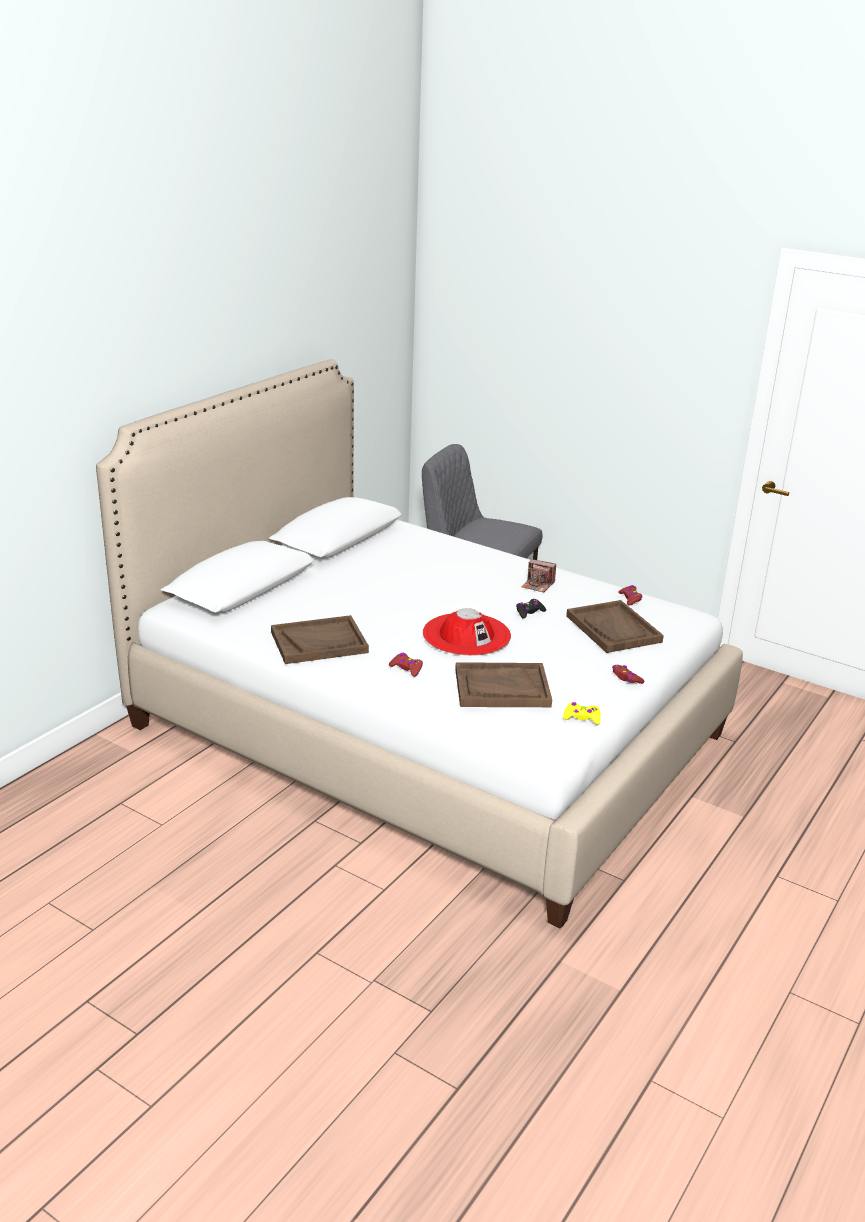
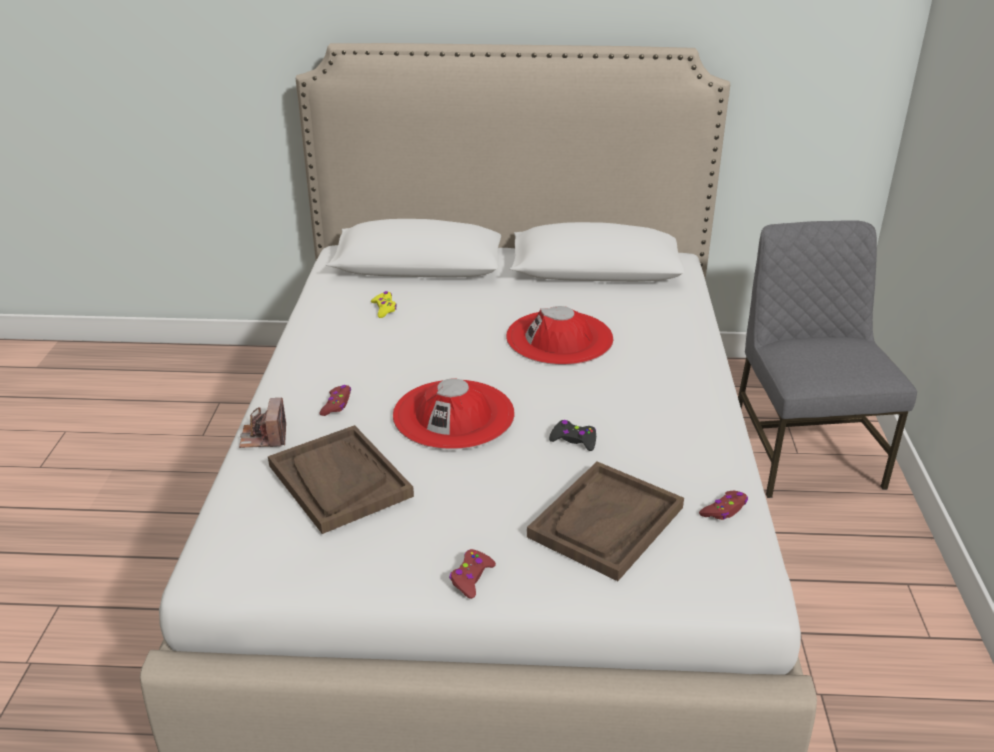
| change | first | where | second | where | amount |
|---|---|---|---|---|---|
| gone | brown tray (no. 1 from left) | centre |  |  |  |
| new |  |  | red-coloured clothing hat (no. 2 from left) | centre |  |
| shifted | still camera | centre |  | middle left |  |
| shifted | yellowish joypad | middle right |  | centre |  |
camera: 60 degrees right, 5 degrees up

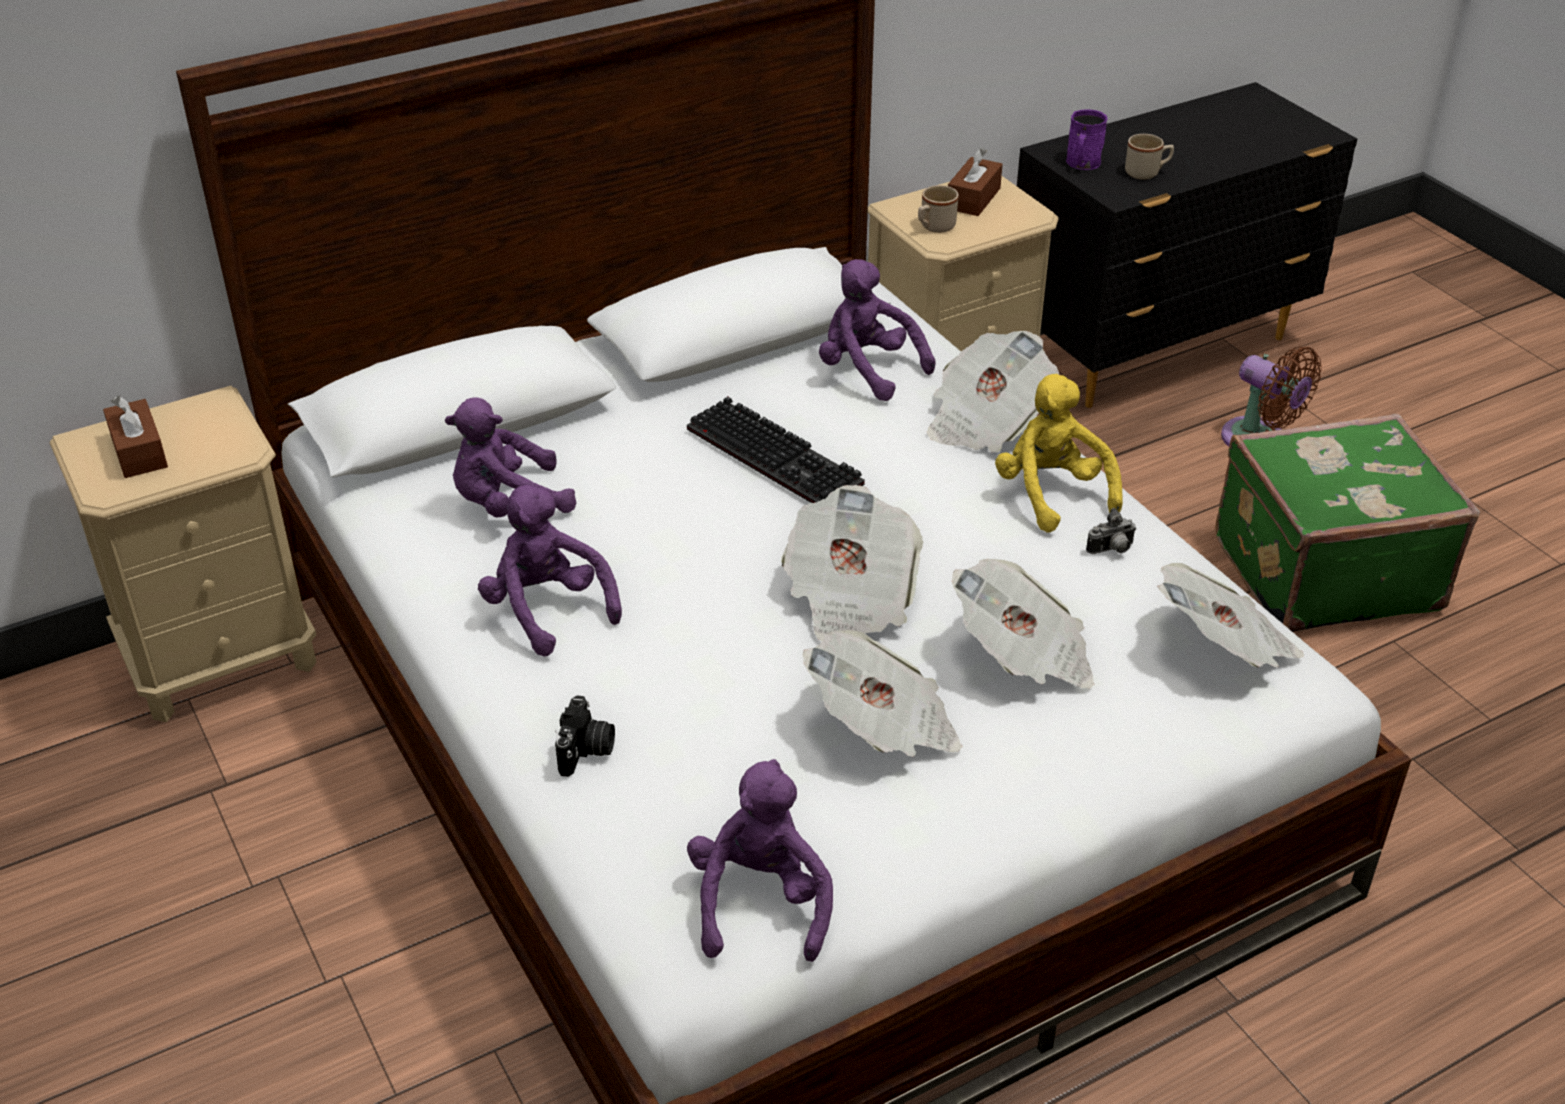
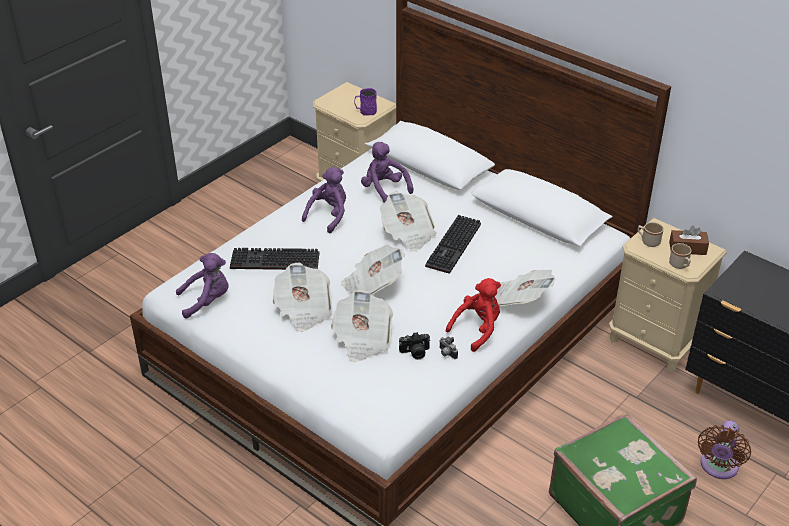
| change | first | where | second | where | amount |
|---|---|---|---|---|---|
| gone | brown tissue holder (no. 1 from left) | middle left |  |  |  |
| gone | purple cuddly toy (no. 4 from left) | top centre |  |  |  |
| new |  |  | computer keyboard (no. 1 from left) | centre |  |
| shifted | still camera (no. 1 from left) | bottom centre |  | centre |  |
| shifted | purple tea mug | top right |  | top centre |  |
| shifted | beige tea mug (no. 2 from left) | top right |  | middle right |  |
| shifted | printed paper (no. 5 from left in the first image) | middle right | printed paper (no. 4 from left) | centre |  |
| repainted | yellowish cuddly toy | middle right | red-coloured cuddly toy | centre |  |
camera: 70 degrees right, 0 degrees up

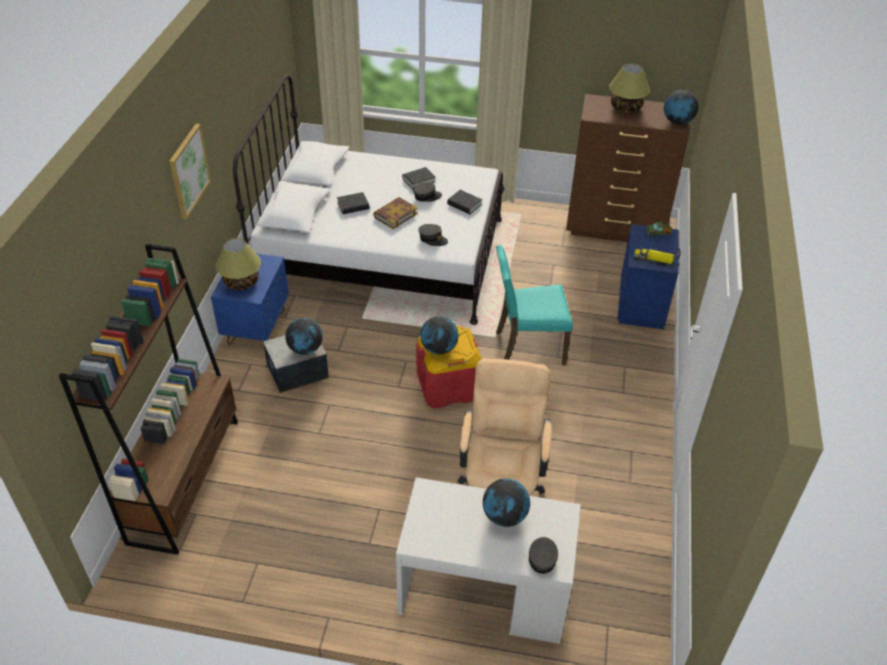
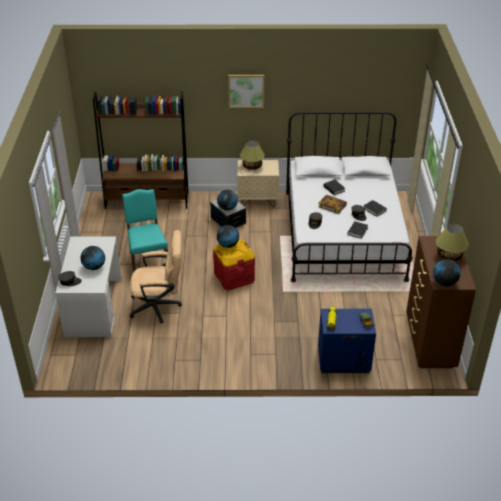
| change | first | where | second | where | amount |
|---|---|---|---|---|---|
| shifted | turquoise upright chair | centre |  | middle left |  |
| repainted | bluish bedside table (no. 1 from left) | middle left | beige bedside table | centre |  |
camera: 80 degrees right, 5 degrees down

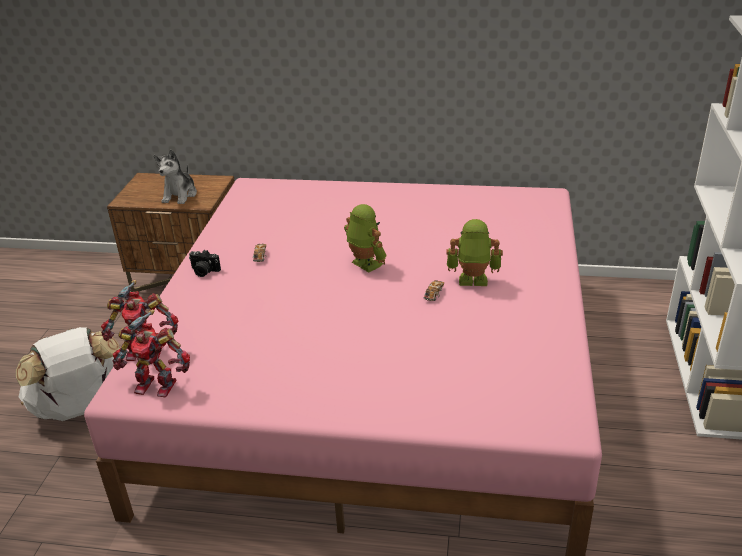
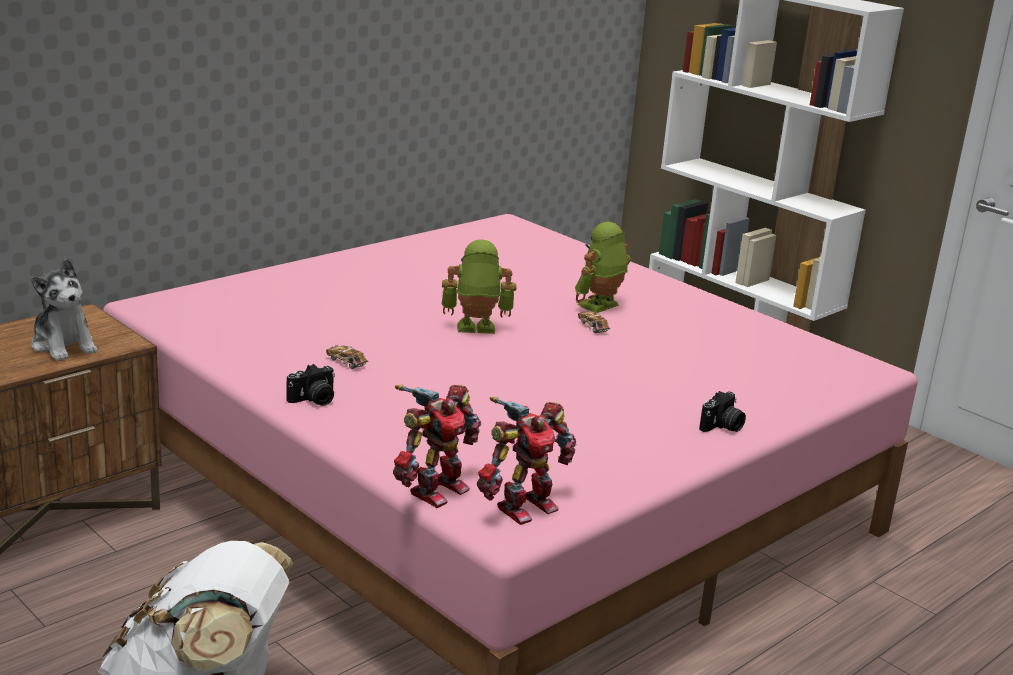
| change | first | where | second | where | amount |
|---|---|---|---|---|---|
| new |  |  | still camera (no. 2 from left) | middle right |  |
camera: 55 degrees left, 10 degrees down

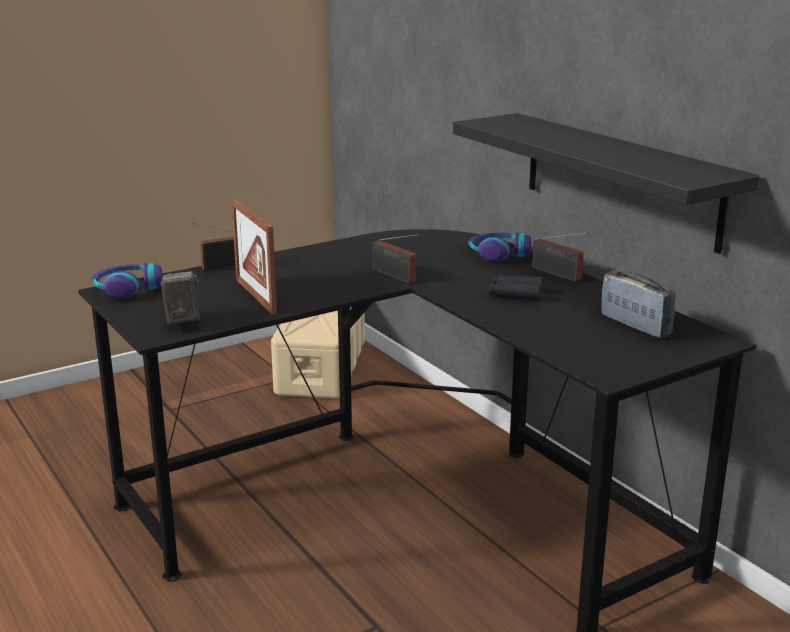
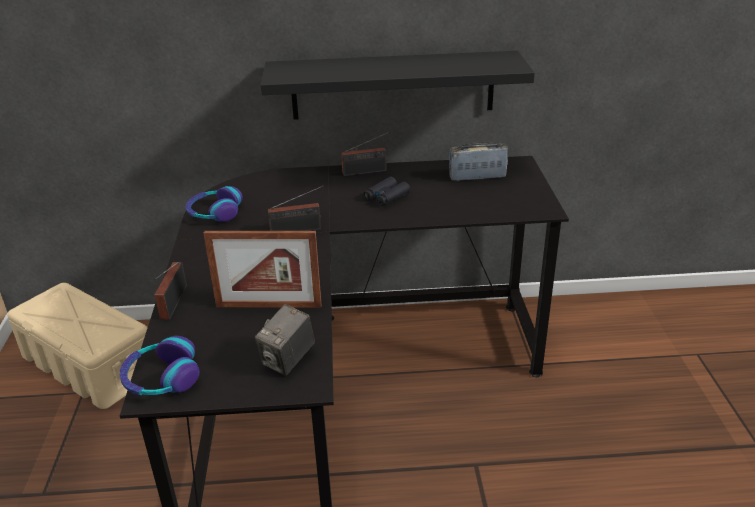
| change | first | where | second | where | amount |
|---|---|---|---|---|---|
| shifted | headset (no. 2 from left) | centre |  | middle left |  |
| rotated | still camera | middle left |  | bottom centre | 75 degrees counterclockwise |
camera: 60 degrees left, 10 degrees up

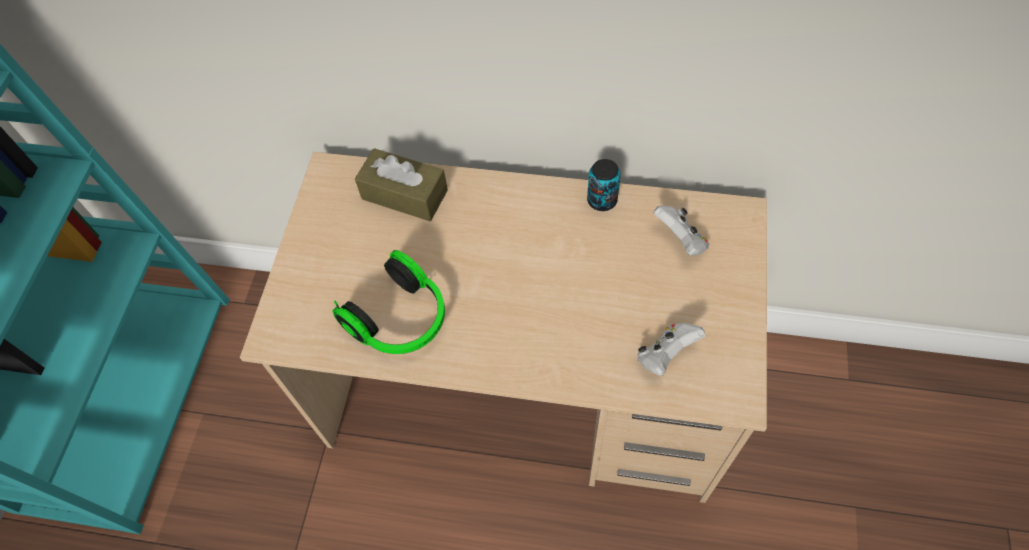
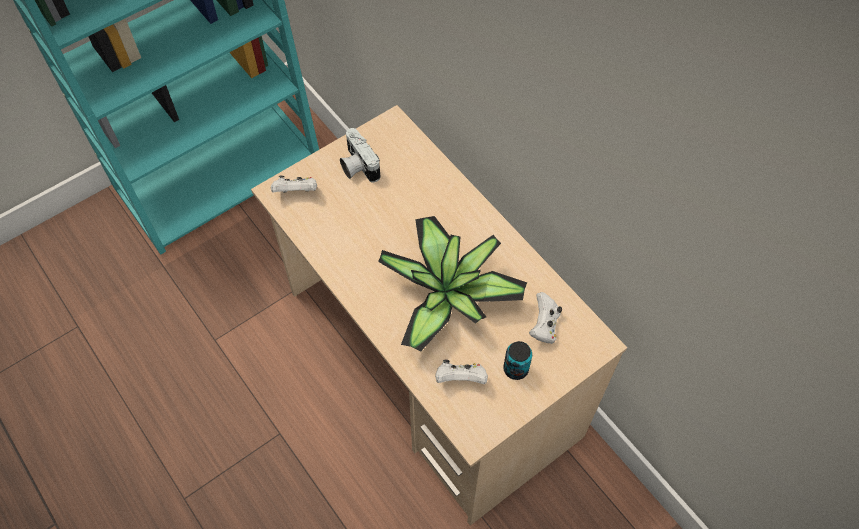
| change | first | where | second | where | amount |
|---|---|---|---|---|---|
| gone | headset | centre |  |  |  |
| gone | brown tissue holder | centre |  |  |  |
| new |  |  | white-coloured joypad (no. 1 from left) | centre |  |
| new |  |  | still camera | top centre |  |
| new |  |  | plant in a pot | centre |  |
| shifted | sealed can | centre |  | bottom centre |  |
camera: 40 degrees right, 0 degrees up

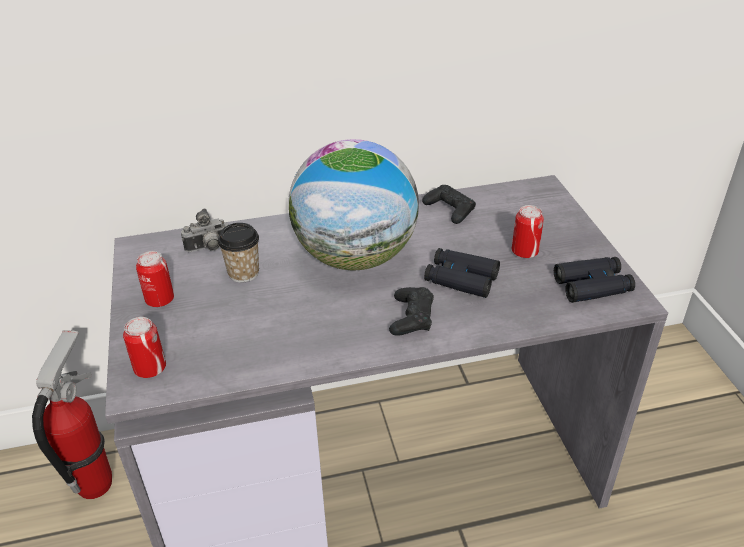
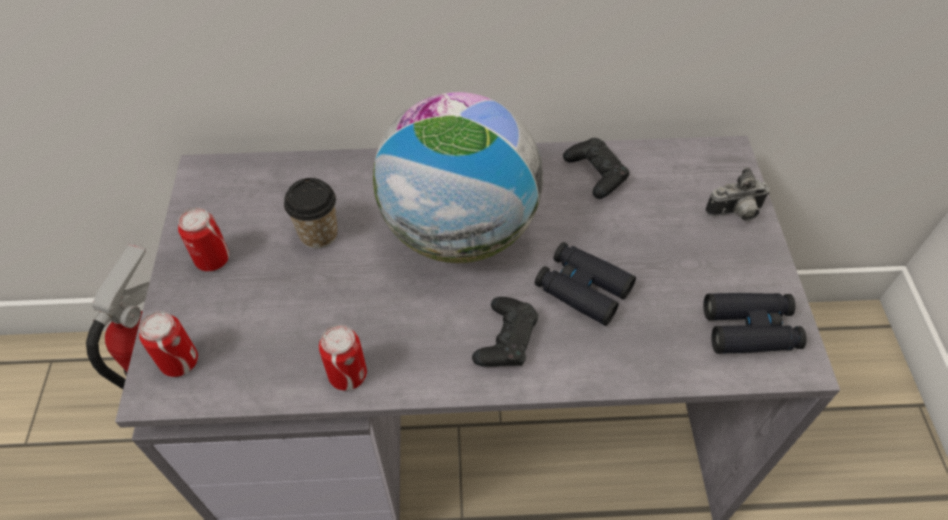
| change | first | where | second | where | amount |
|---|---|---|---|---|---|
| shifted | still camera | middle left |  | middle right |  |
| shifted | sealed can (no. 3 from left) | middle right |  | bottom centre |  |
camera: 10 degrees right, 15 degrees up

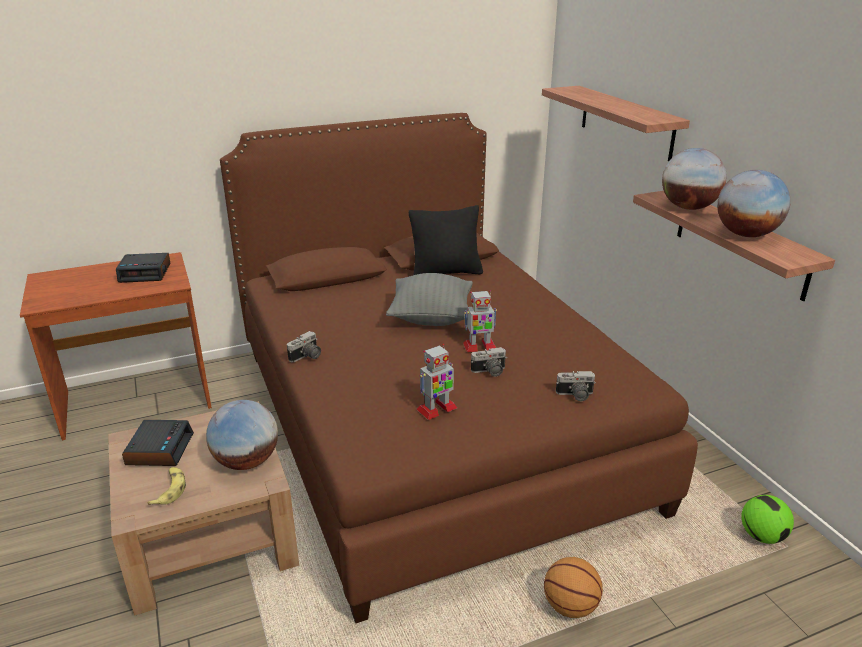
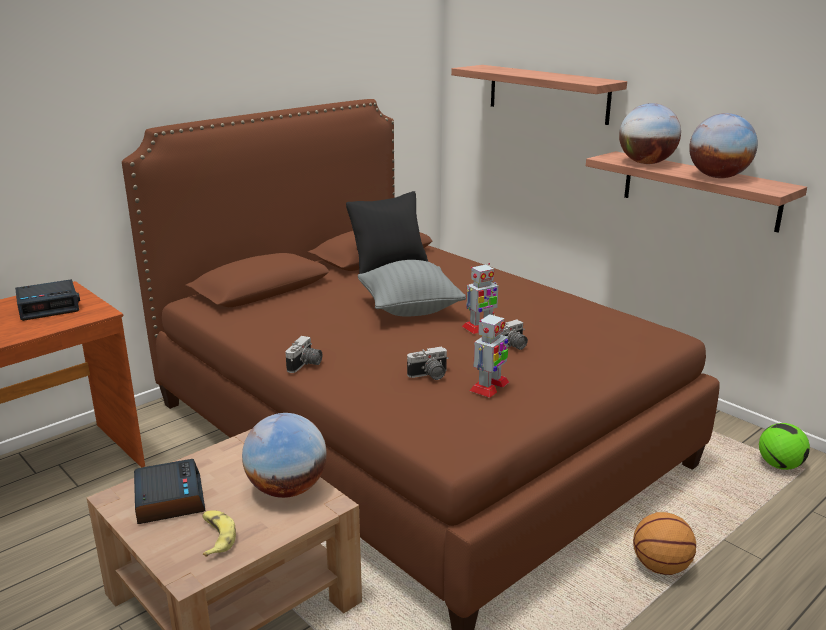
| change | first | where | second | where | amount |
|---|---|---|---|---|---|
| shifted | still camera (no. 3 from left in the first image) | middle right | still camera (no. 2 from left) | centre |  |
camera: 20 degrees left, 5 degrees down

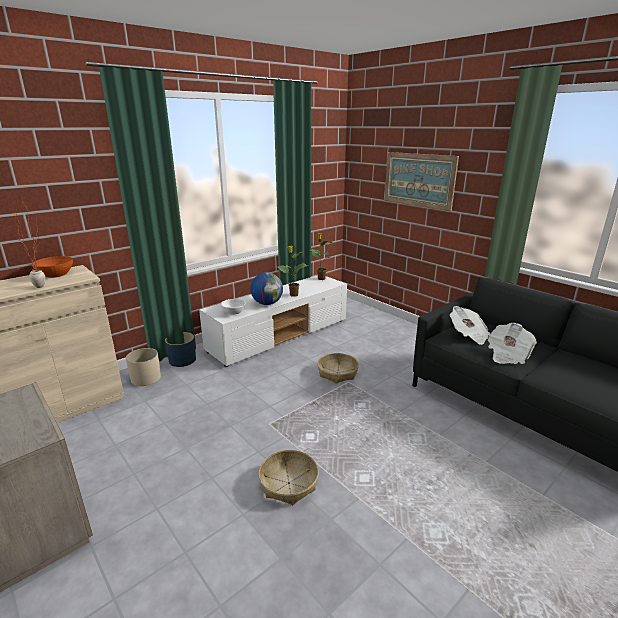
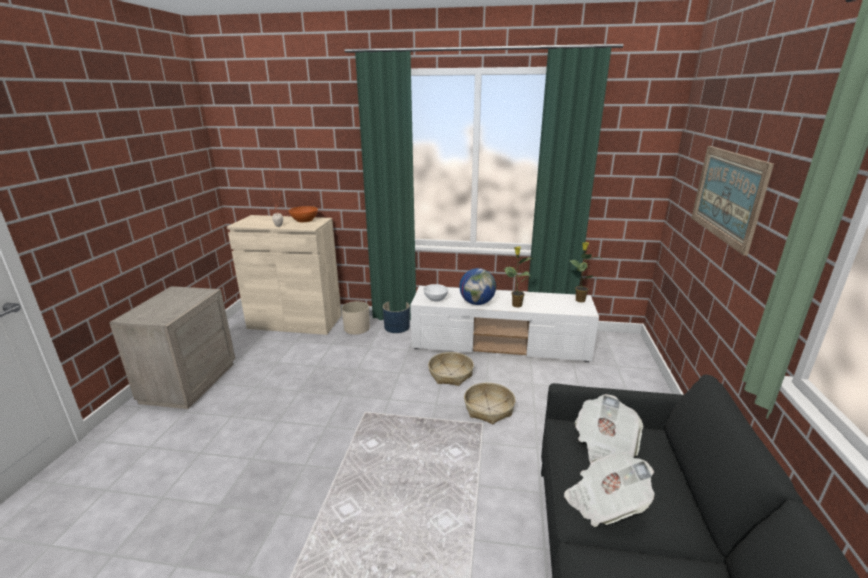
| change | first | where | second | where | amount |
|---|---|---|---|---|---|
| shifted | storage basket (no. 1 from left) | bottom centre |  | centre |  |
camera: 50 degrees right, 0 degrees up

